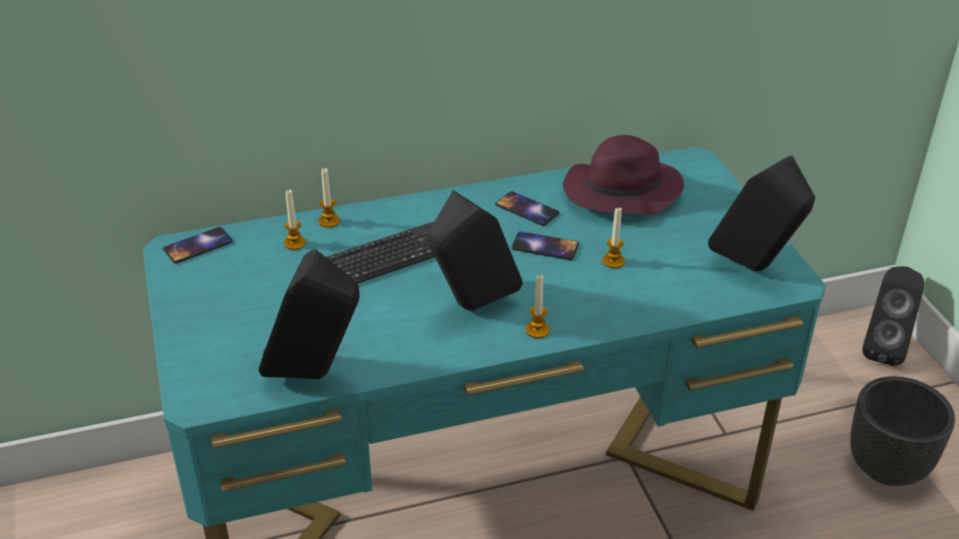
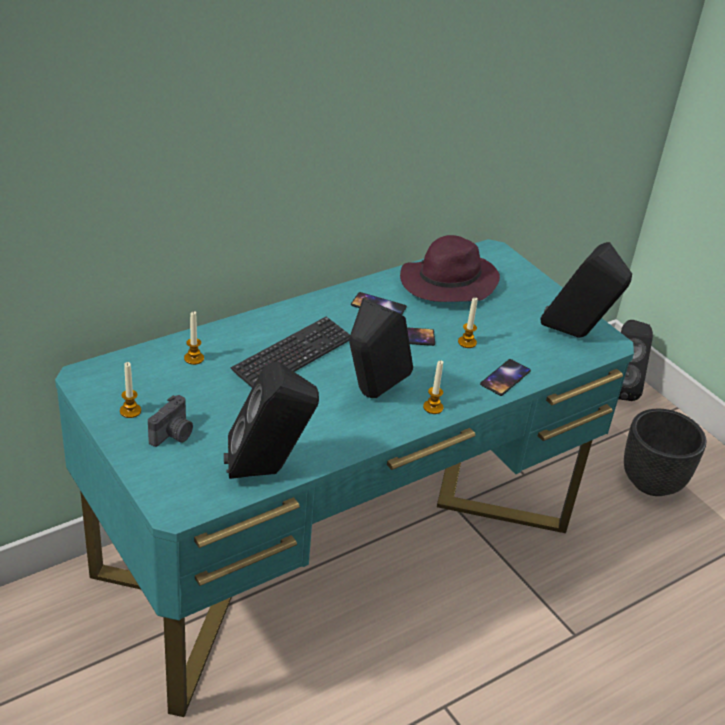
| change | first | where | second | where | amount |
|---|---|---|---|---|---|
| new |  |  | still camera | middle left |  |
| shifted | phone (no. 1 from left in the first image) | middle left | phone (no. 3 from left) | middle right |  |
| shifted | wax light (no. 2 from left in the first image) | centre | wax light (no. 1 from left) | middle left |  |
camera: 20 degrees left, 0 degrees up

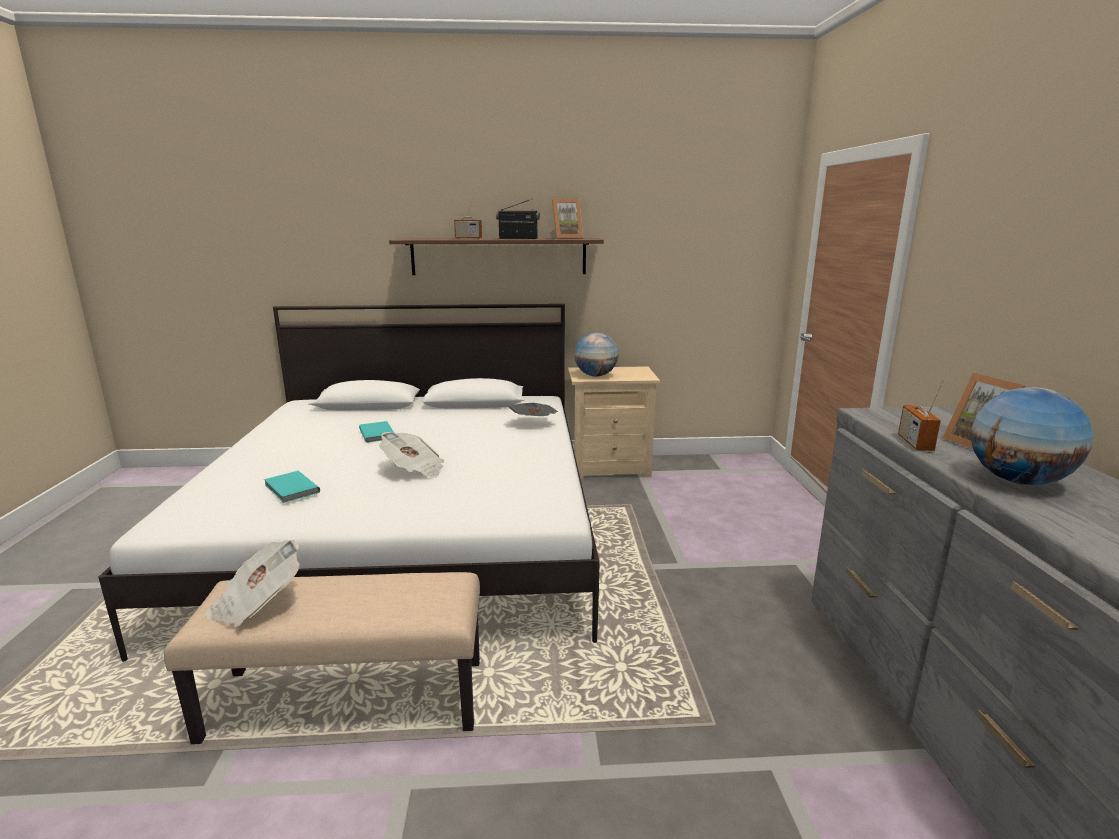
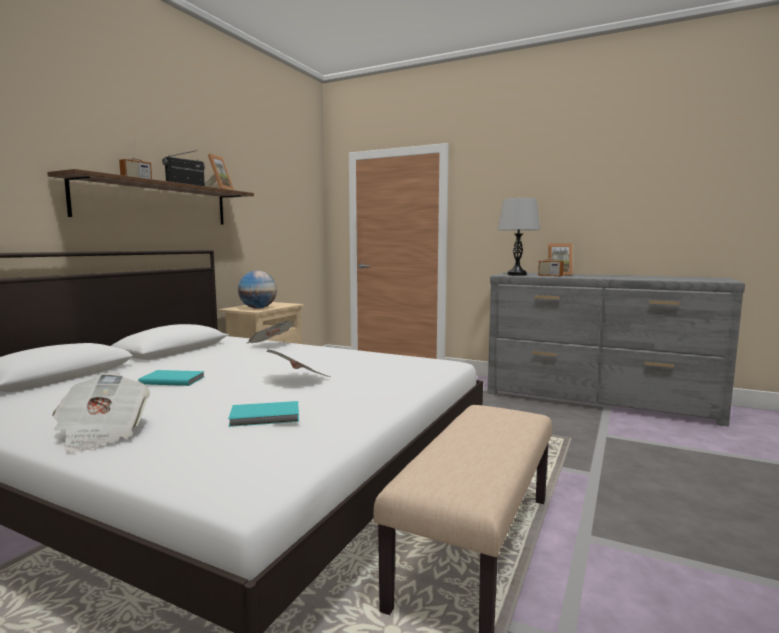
| change | first | where | second | where | amount |
|---|---|---|---|---|---|
| gone | desk globe (no. 2 from left) | middle right |  |  |  |
| new |  |  | grey table lamp | centre |  |
| shifted | printed paper (no. 1 from left) | bottom left |  | middle left |  |
camera: 60 degrees left, 10 degrees down

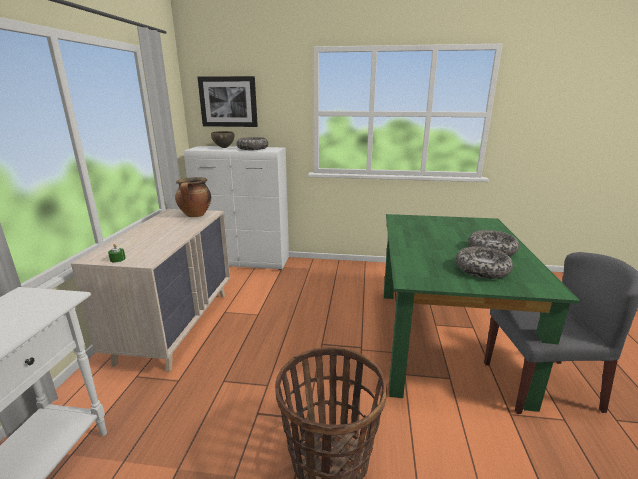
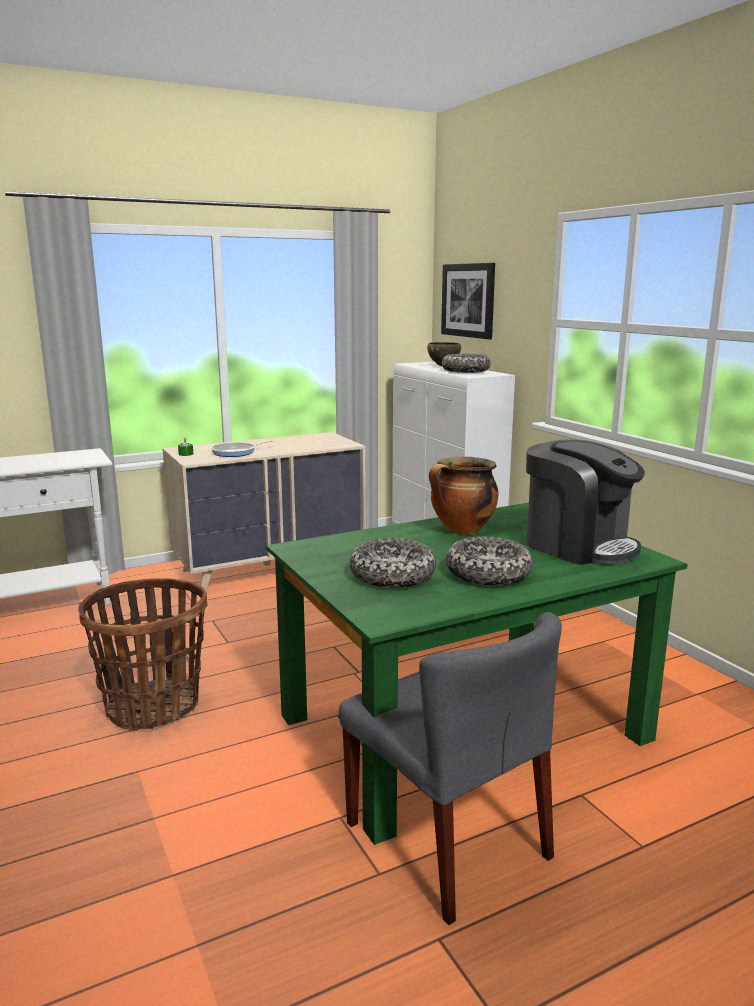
| change | first | where | second | where | amount |
|---|---|---|---|---|---|
| new |  |  | skillet | middle left |  |
| new |  |  | coffee maker | middle right |  |
| shifted | saucepot | middle left |  | centre |  |
camera: 55 degrees right, 5 degrees down

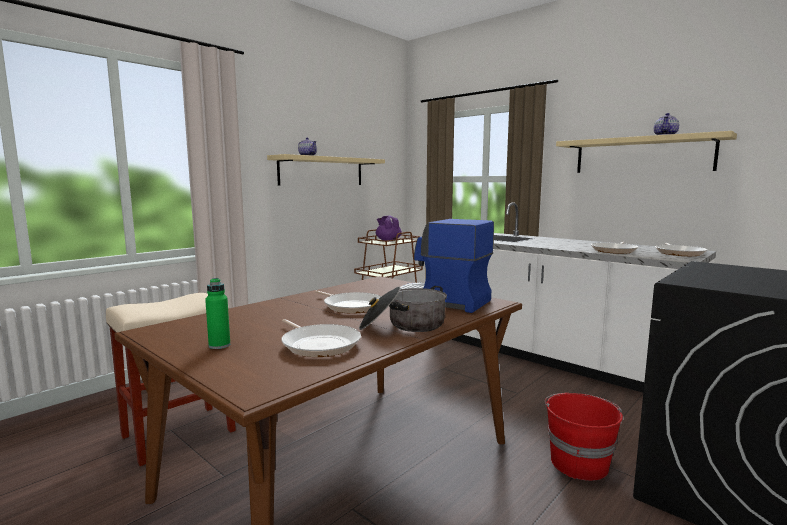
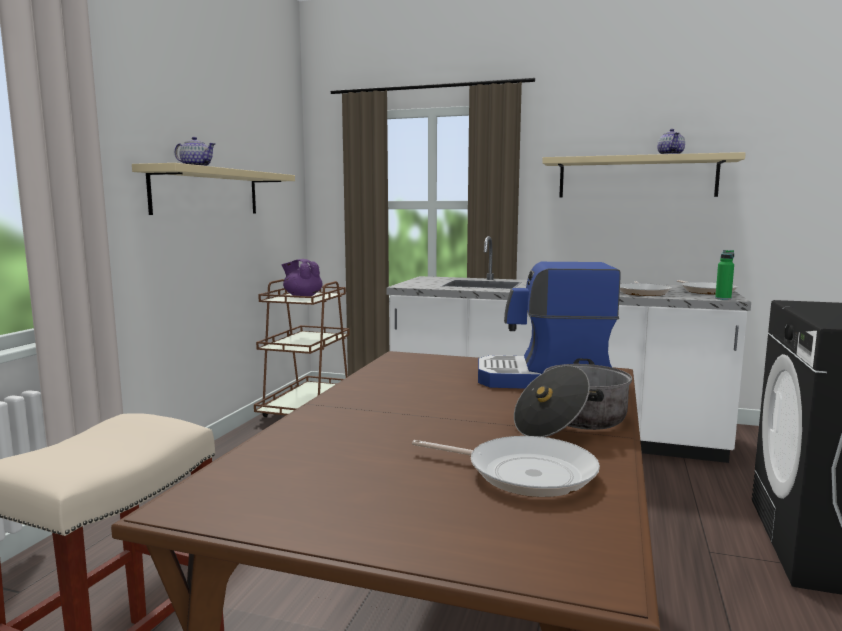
| change | first | where | second | where | amount |
|---|---|---|---|---|---|
| gone | skillet (no. 2 from left) | centre |  |  |  |
| gone | red-coloured bucket | bottom right |  |  |  |
| shifted | green bottle | middle left |  | middle right |  |
camera: 25 degrees left, 0 degrees up

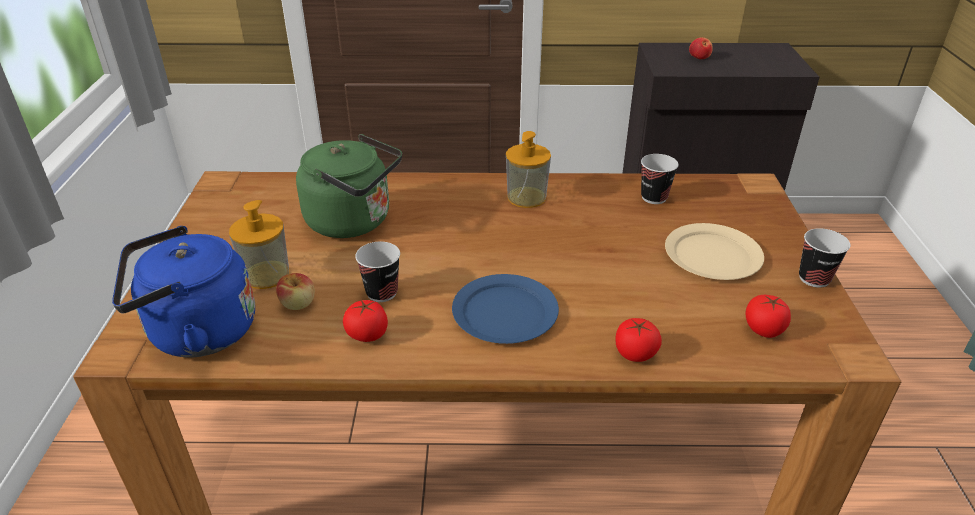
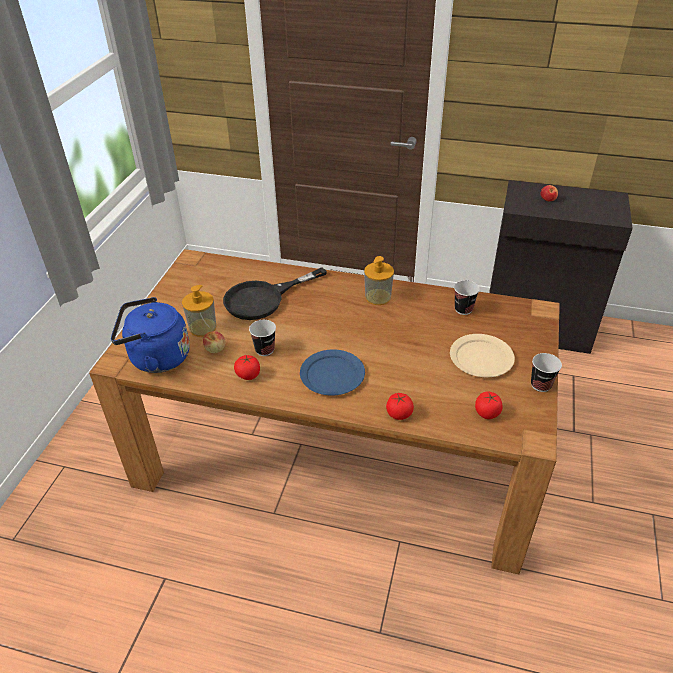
| change | first | where | second | where | amount |
|---|---|---|---|---|---|
| swapped | green kettle | centre | black skillet | centre |  |
camera: 15 degrees right, 5 degrees up

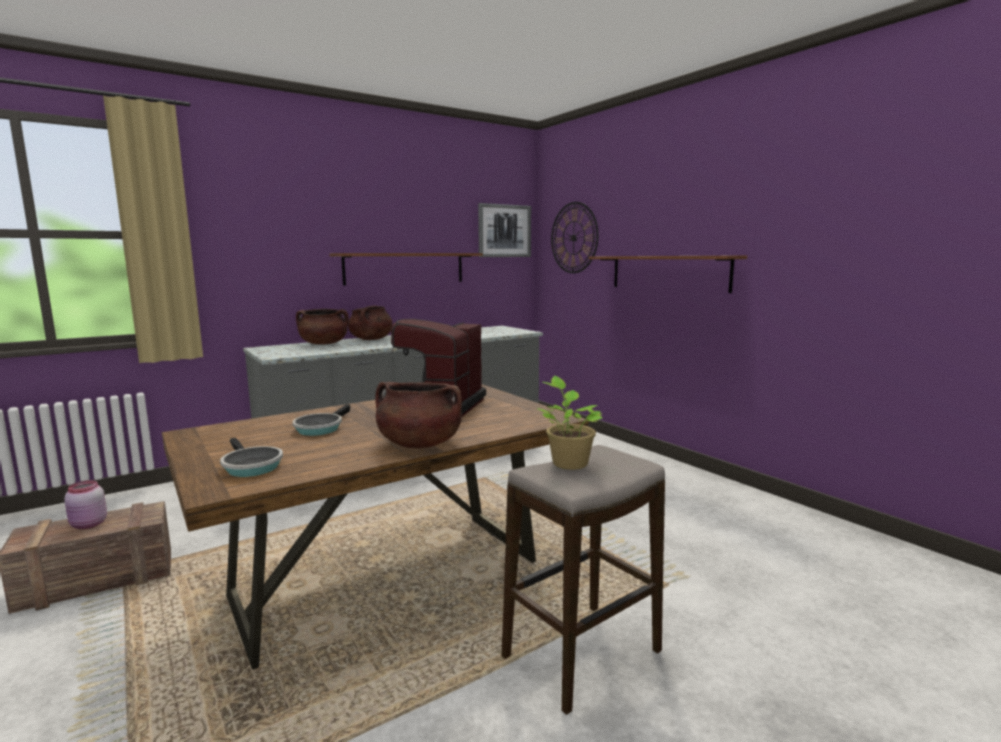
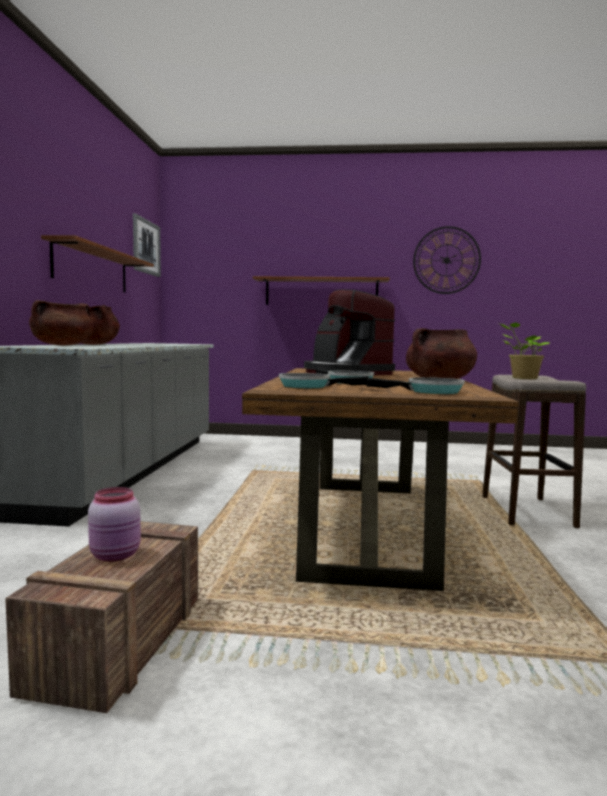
| change | first | where | second | where | amount |
|---|---|---|---|---|---|
| new |  |  | skillet (no. 1 from left) | centre |  |
| shifted | clock on the wall | top centre |  | top right |  |
camera: 50 degrees left, 5 degrees down

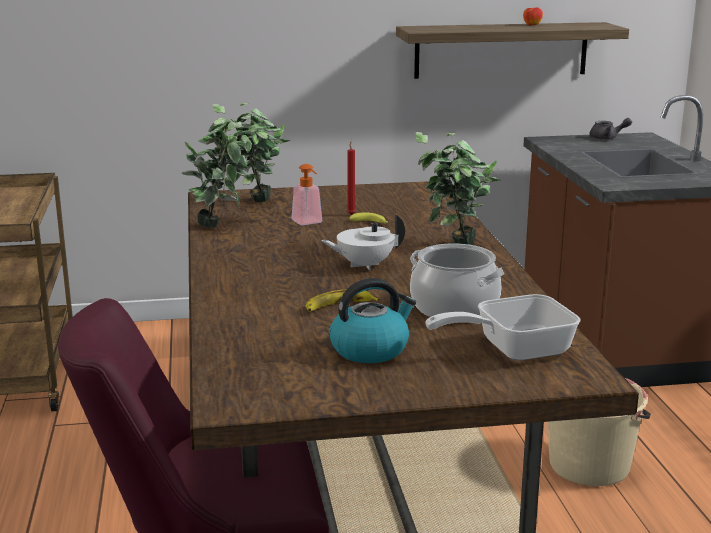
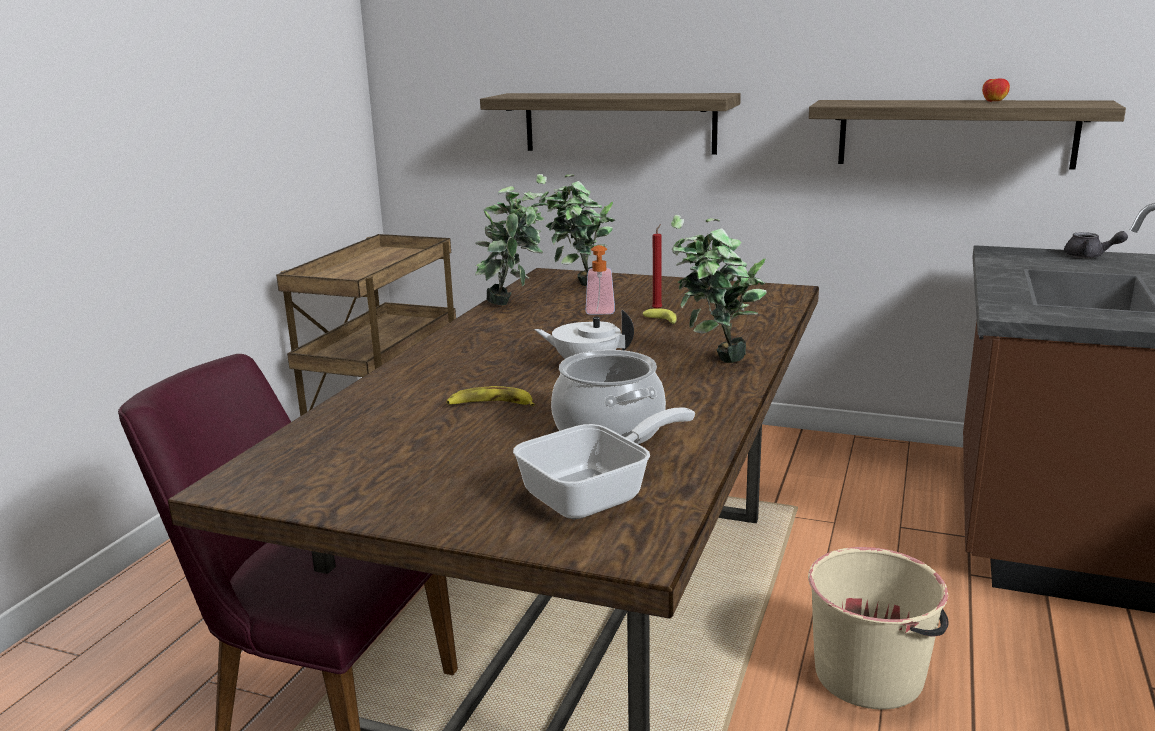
| change | first | where | second | where | amount |
|---|---|---|---|---|---|
| gone | kettle | centre |  |  |  |
| new |  |  | shelf (no. 1 from left) | top centre |  |
| rotated | skillet | middle right |  | centre | 135 degrees clockwise |
camera: 30 degrees right, 0 degrees up

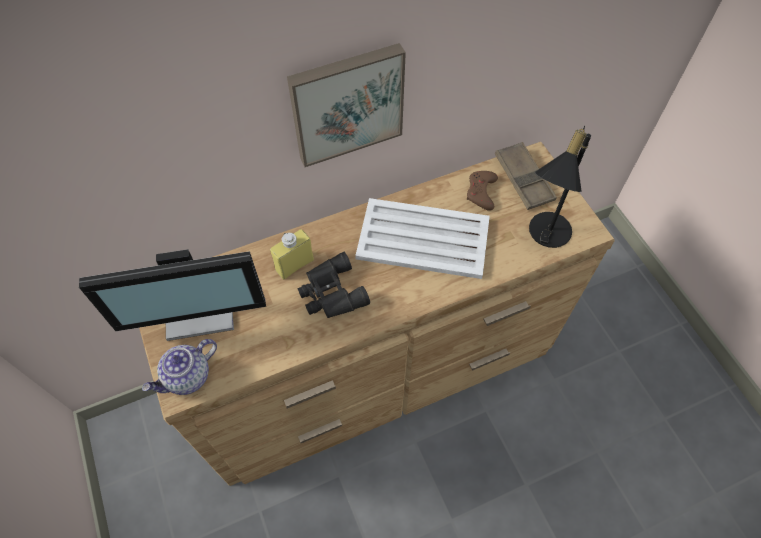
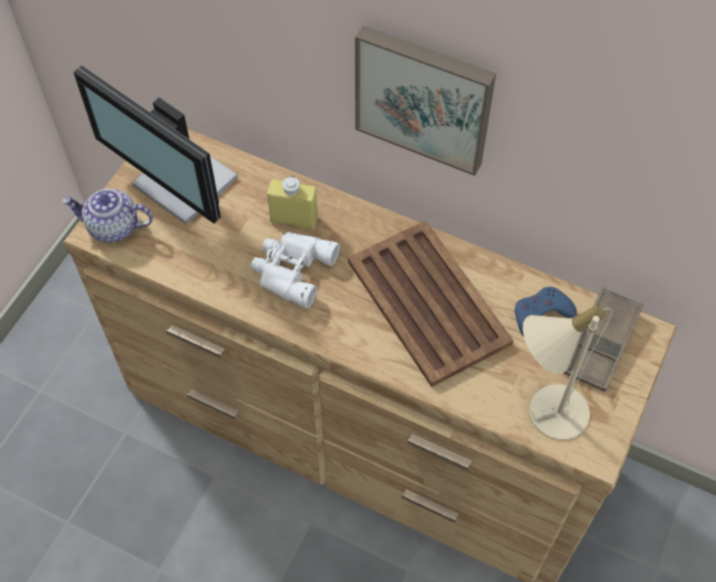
| change | first | where | second | where | amount |
|---|---|---|---|---|---|
| repainted | black field glasses | centre | white-coloured field glasses | centre |  |
| repainted | white-coloured tray | centre | brown tray (no. 1 from left) | centre |  |
| repainted | brown joypad | centre | bluish joypad | middle right |  |
| repainted | black table lamp | middle right | beige table lamp | middle right |  |
camera: 50 degrees right, 0 degrees up

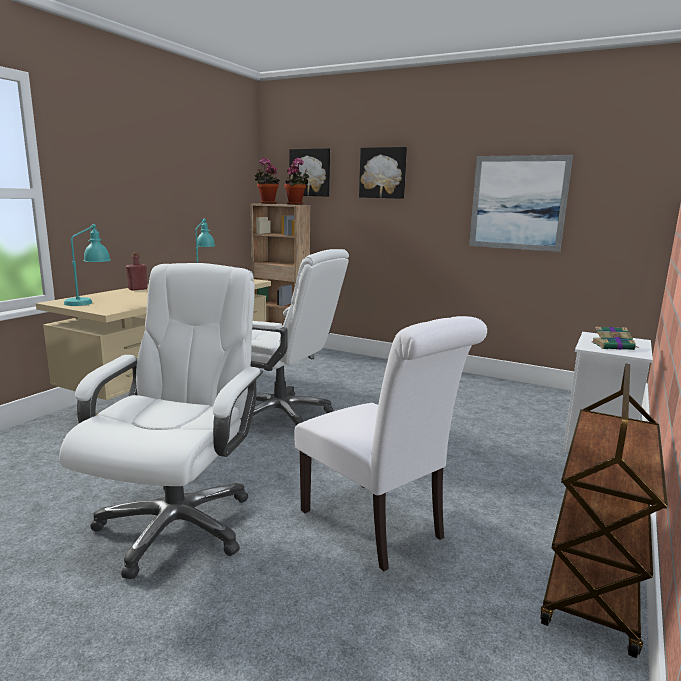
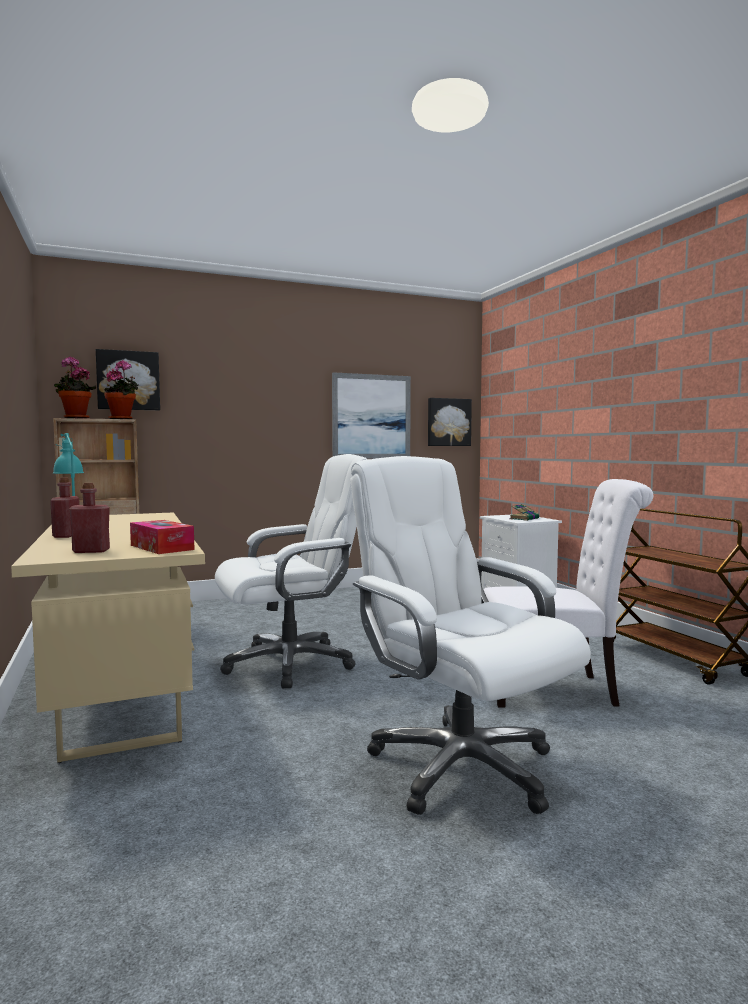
| change | first | where | second | where | amount |
|---|---|---|---|---|---|
| new |  |  | tissue holder | middle left |  |
| shifted | wall art (no. 2 from left in the first image) | top centre | wall art (no. 3 from left) | centre |  |
| swapped | turquoise table lamp (no. 1 from left) | middle left | red-coloured bottle (no. 2 from left) | middle left |  |
camera: 50 degrees left, 10 degrees down

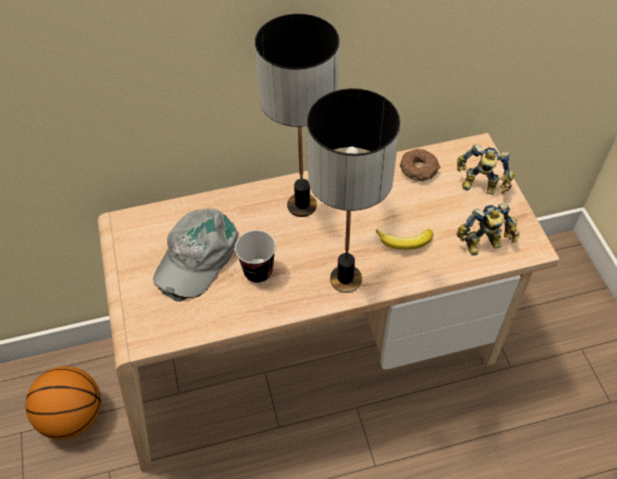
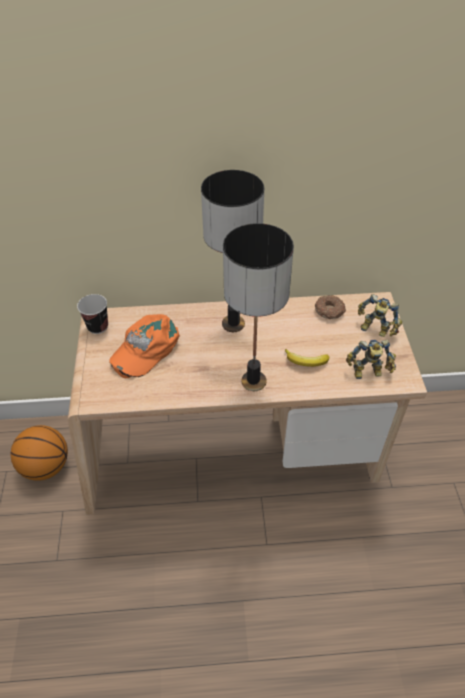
| change | first | where | second | where | amount |
|---|---|---|---|---|---|
| shifted | drinking cup | centre |  | middle left |  |
| repainted | grey peaked cap | middle left | orange peaked cap | middle left |  |
camera: 10 degrees right, 5 degrees down

